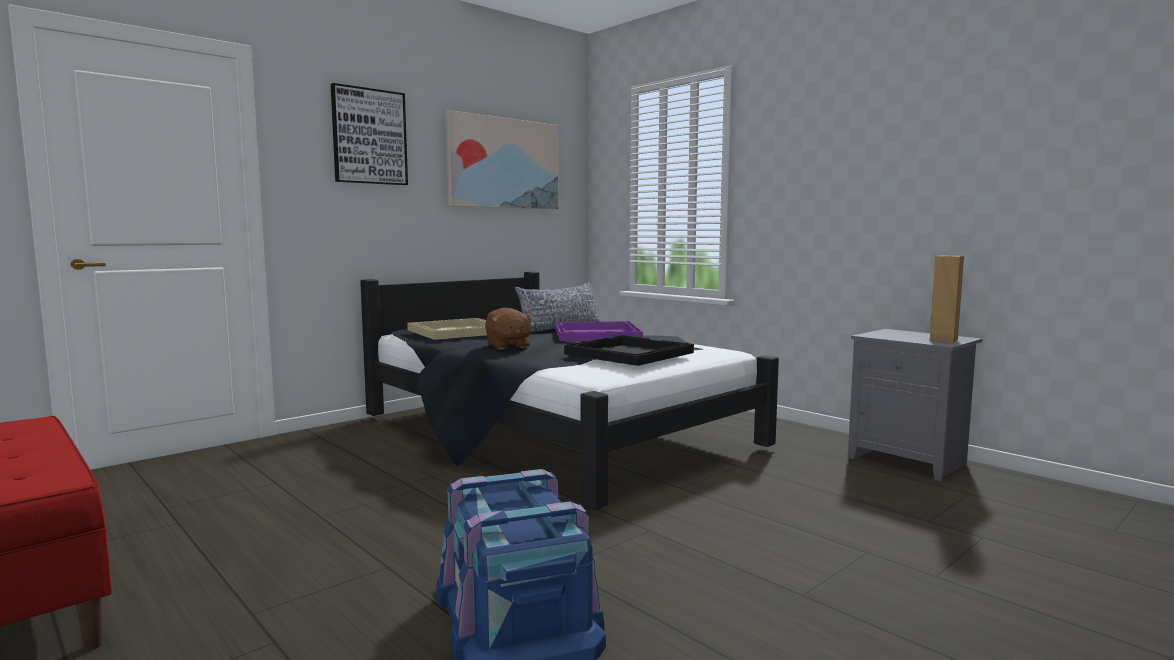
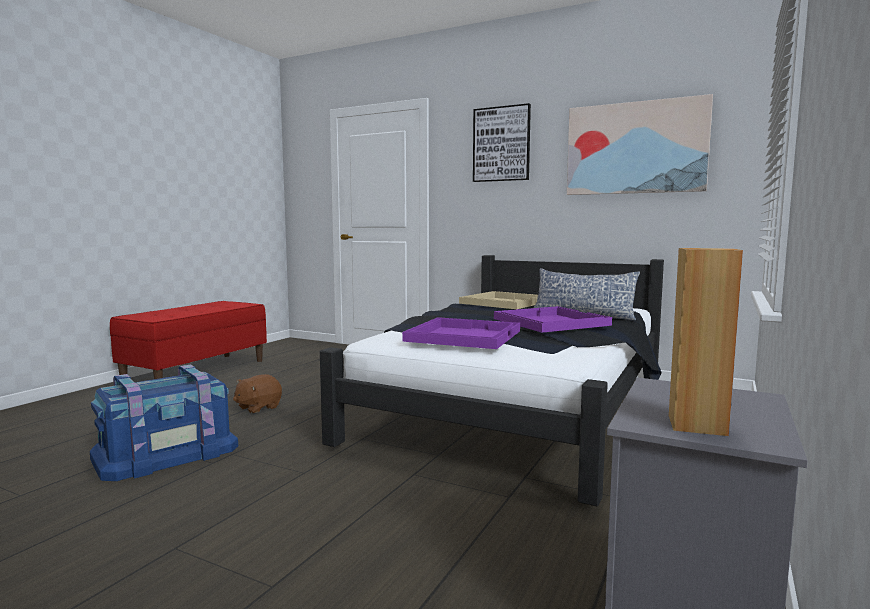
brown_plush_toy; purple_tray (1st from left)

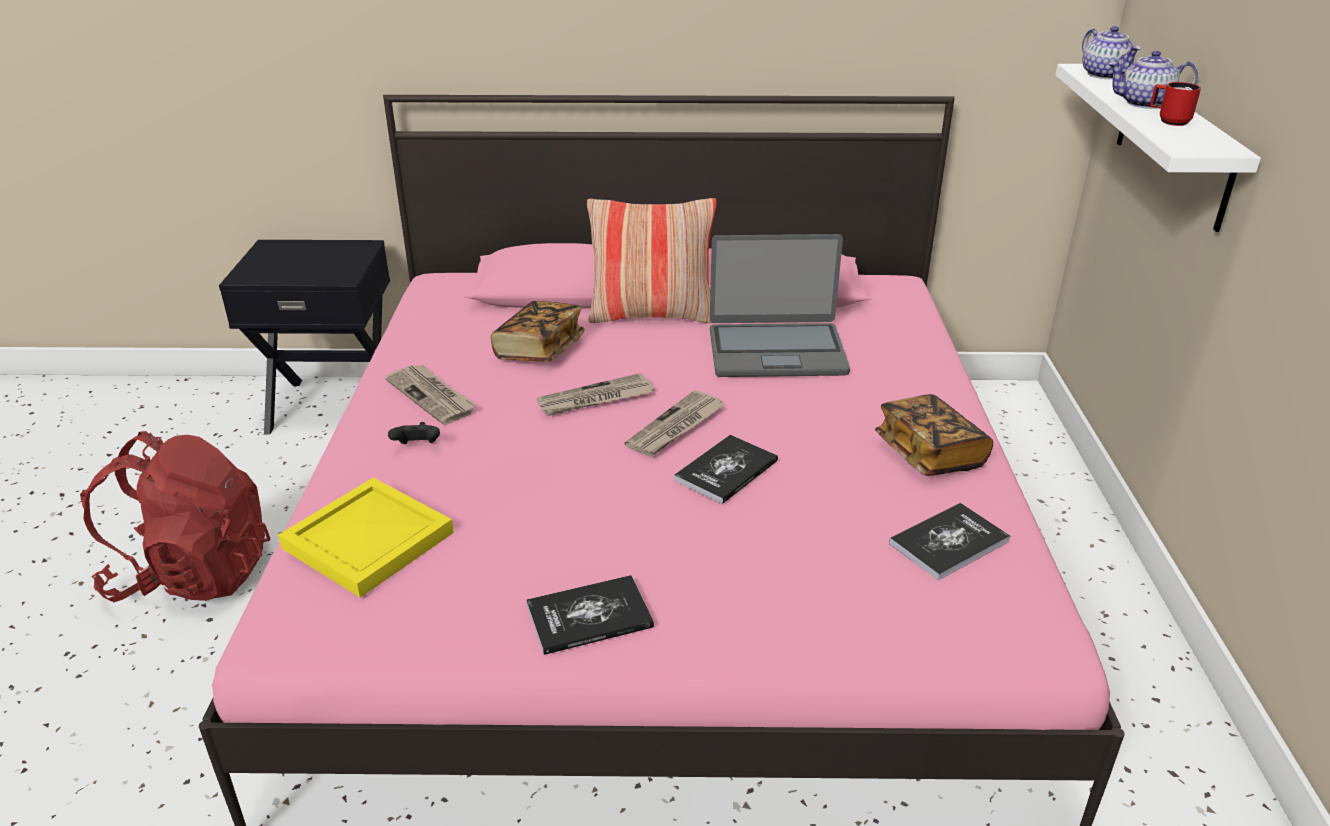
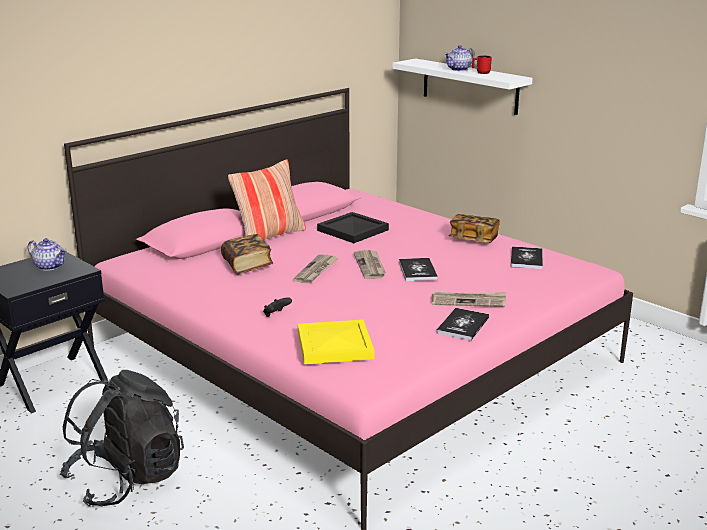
newspaper (3rd from left); teapot (1st from left); black_tray; black_backpack

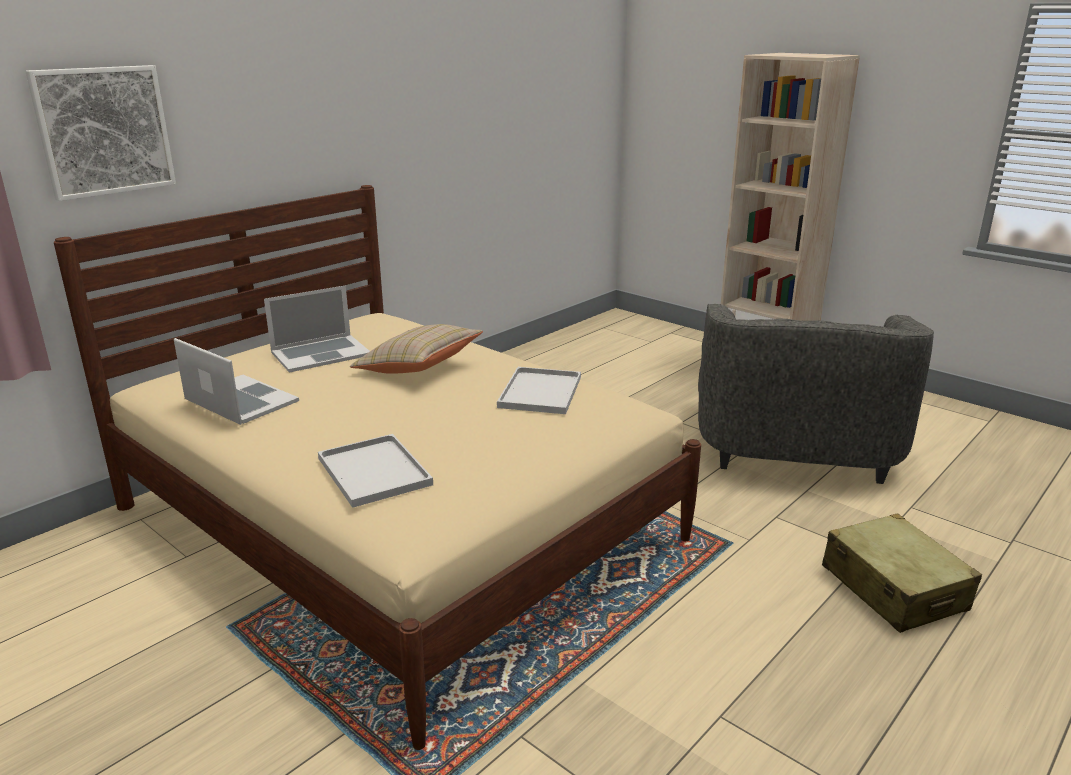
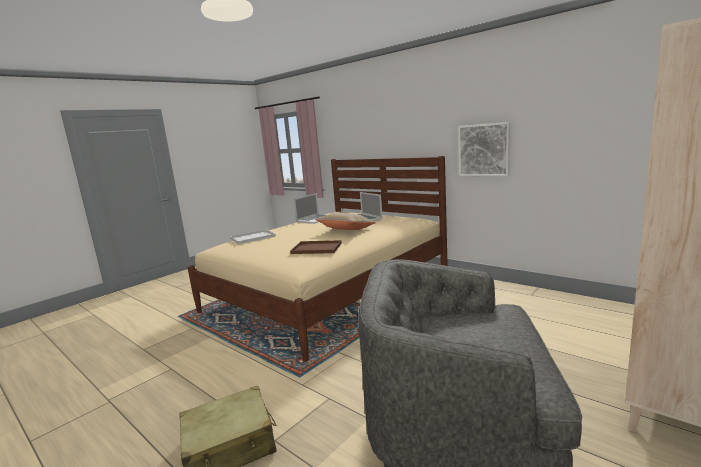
picture; brown_tray

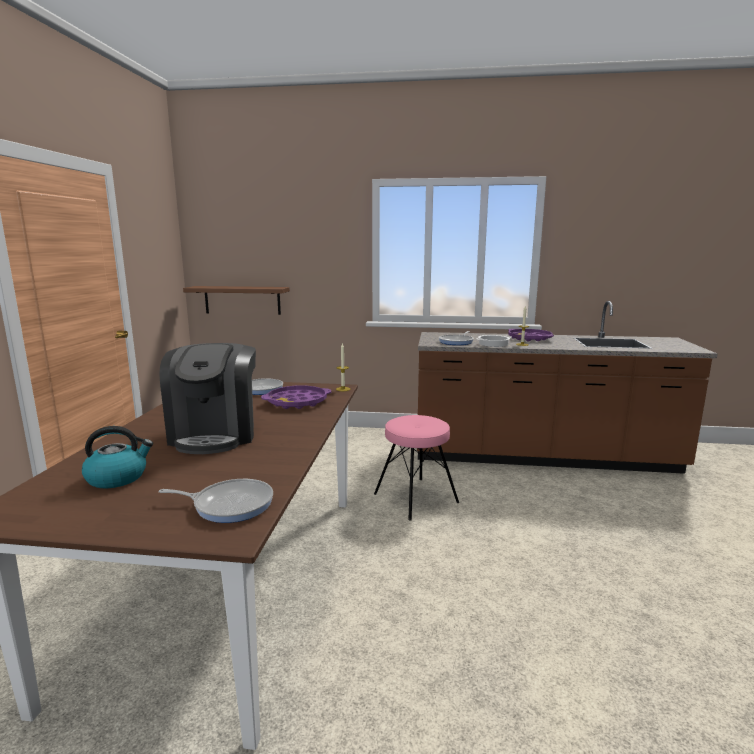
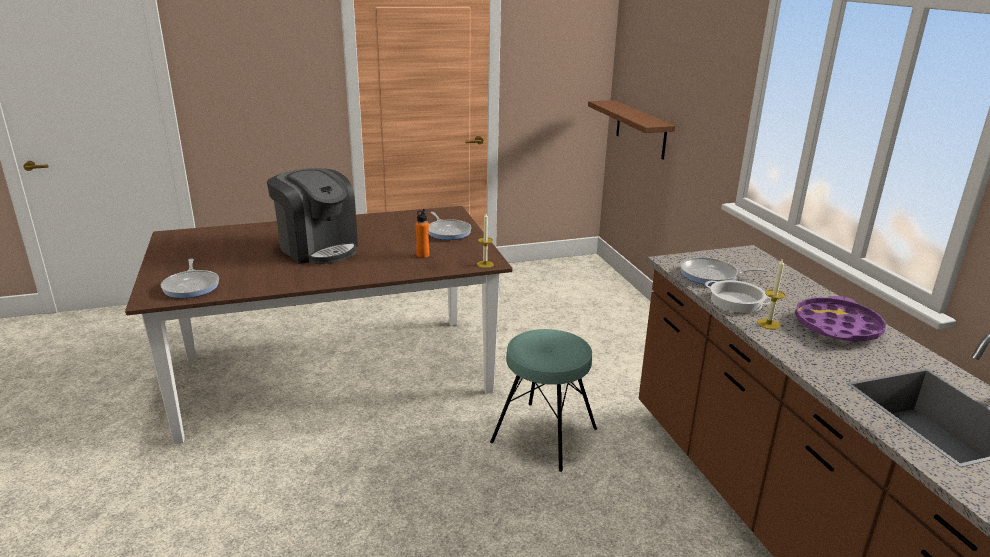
kettle; orange_bottle; turquoise_stool; coffee_machine

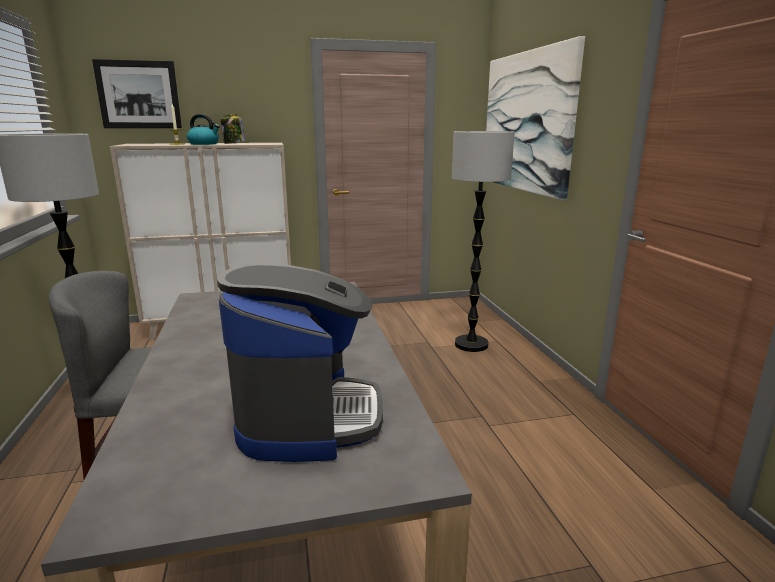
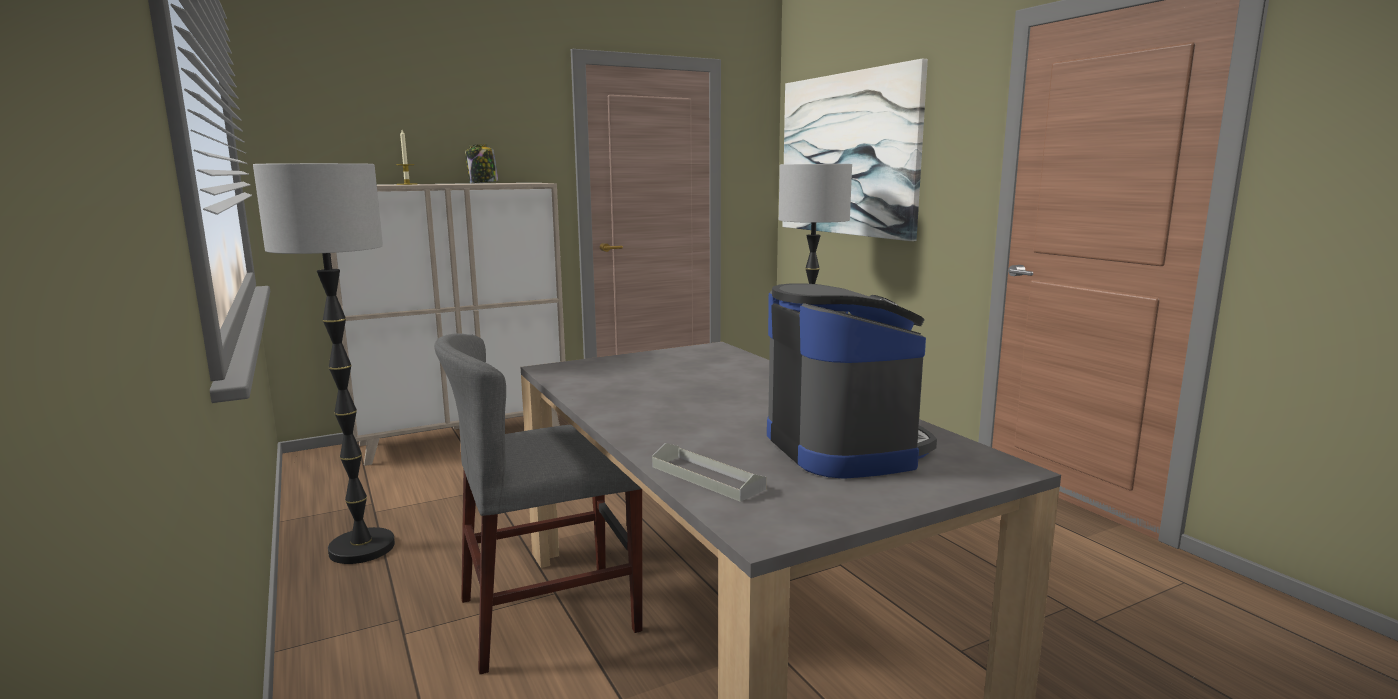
picture (1st from left in the first image); kettle; grey_tray

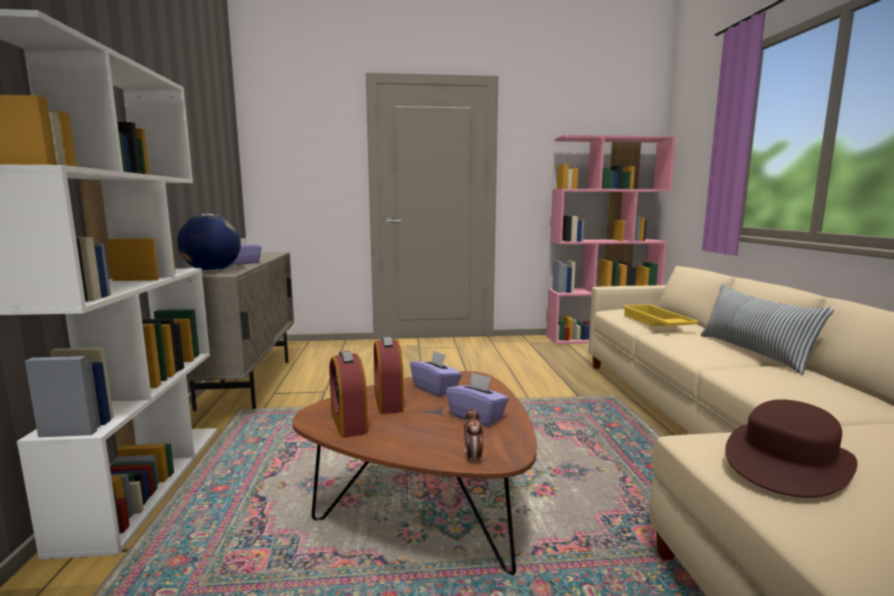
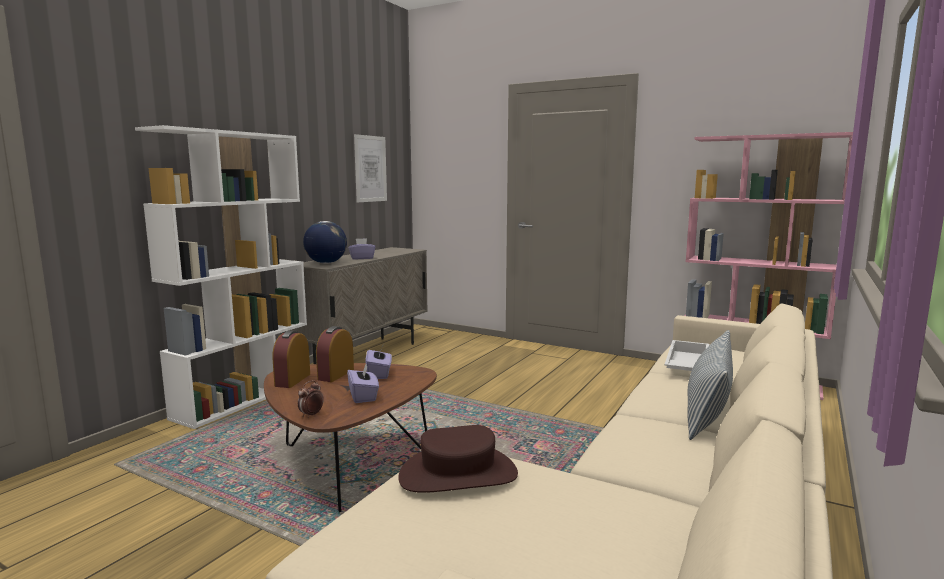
picture; white_tray

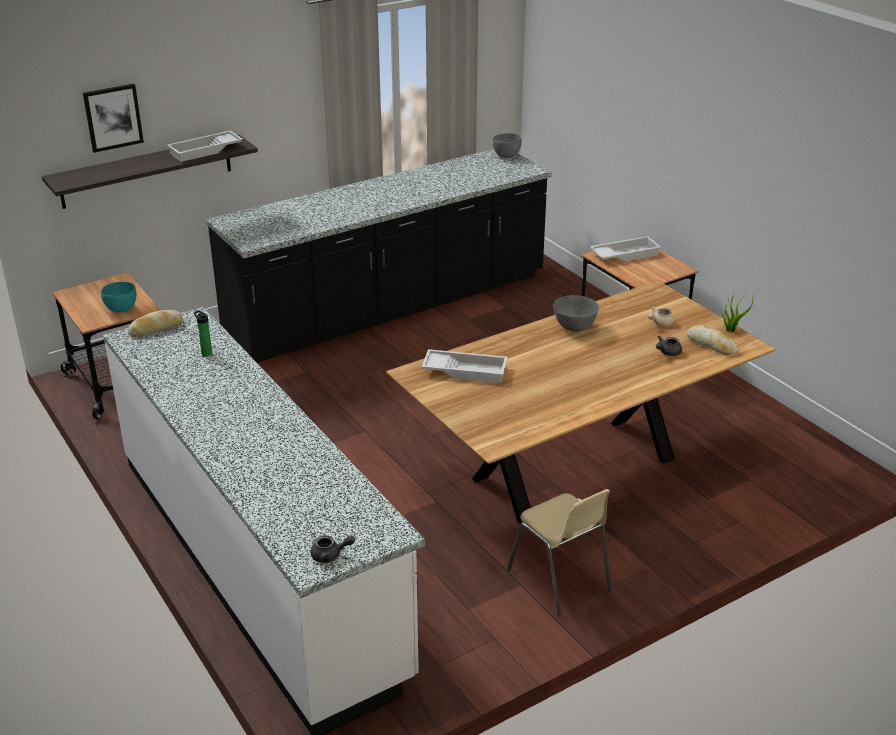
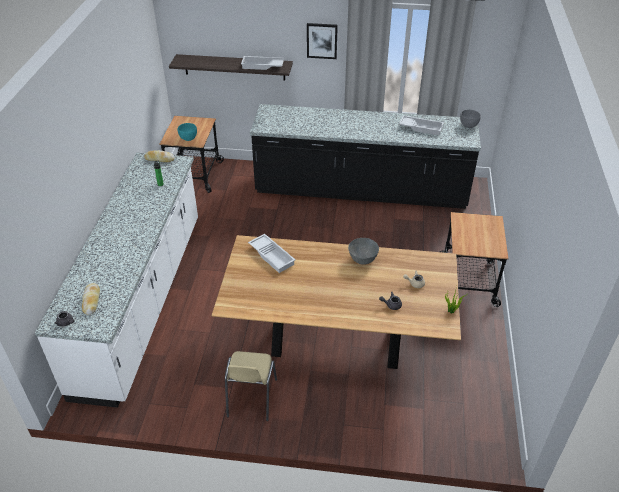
picture; white_tray (3rd from left); bread (1st from left)

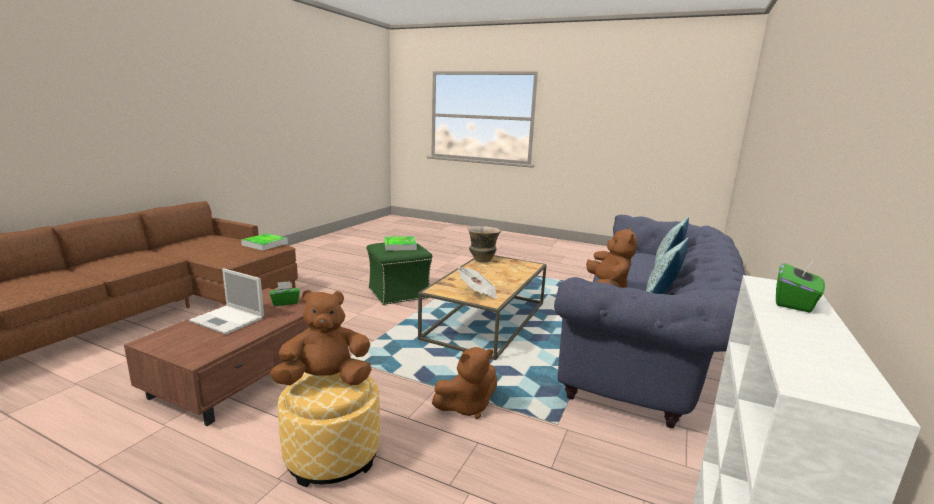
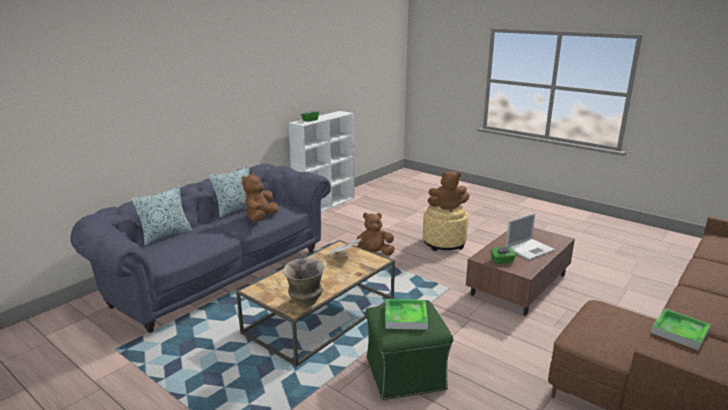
tray (2nd from left); laptop

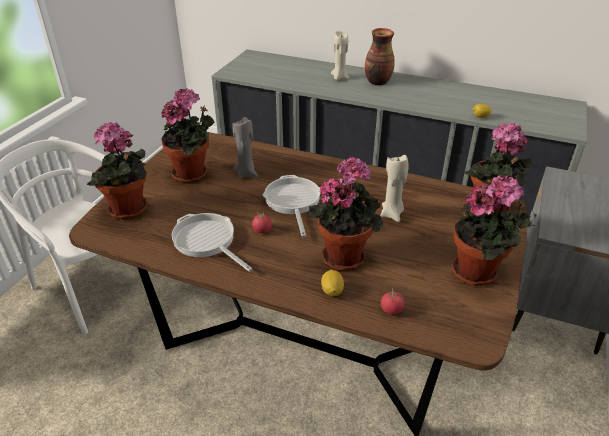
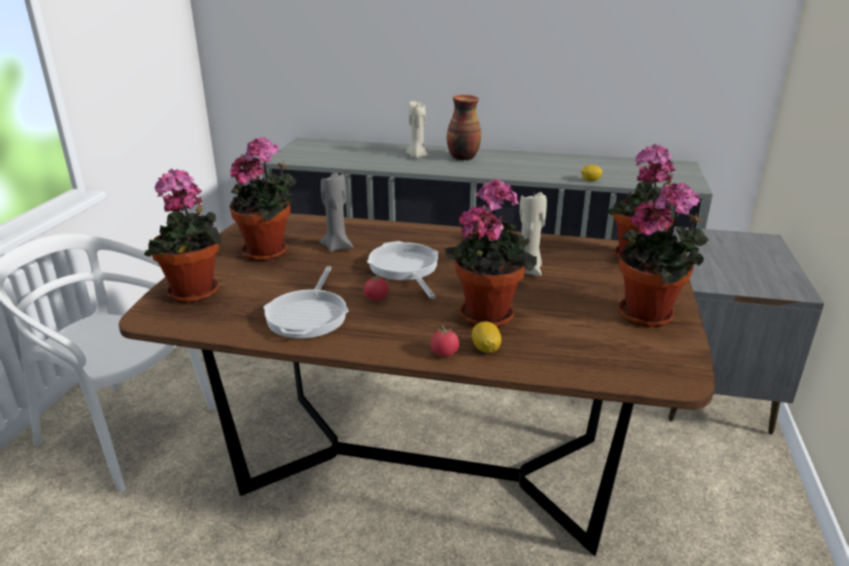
tomato (2nd from left); frying_pan (1st from left)

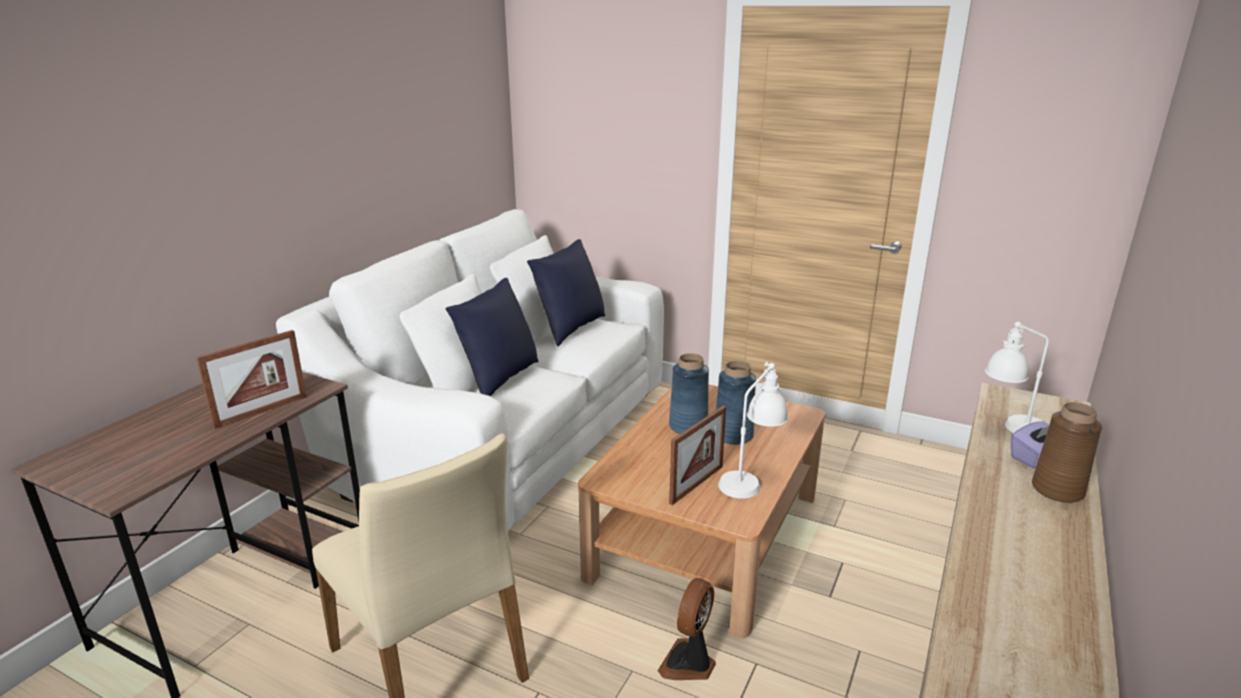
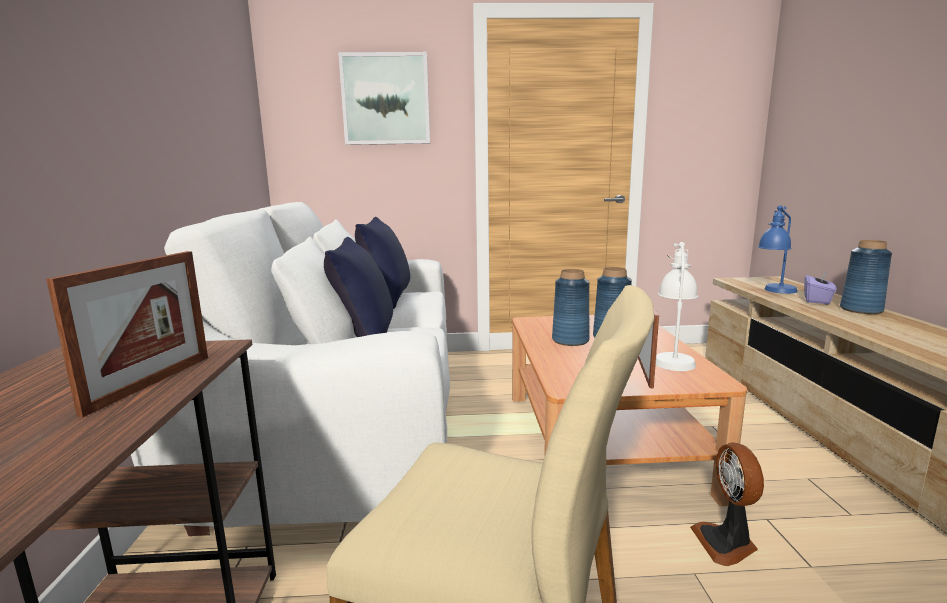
picture; blue_table_lamp; blue_vase (3rd from left)

